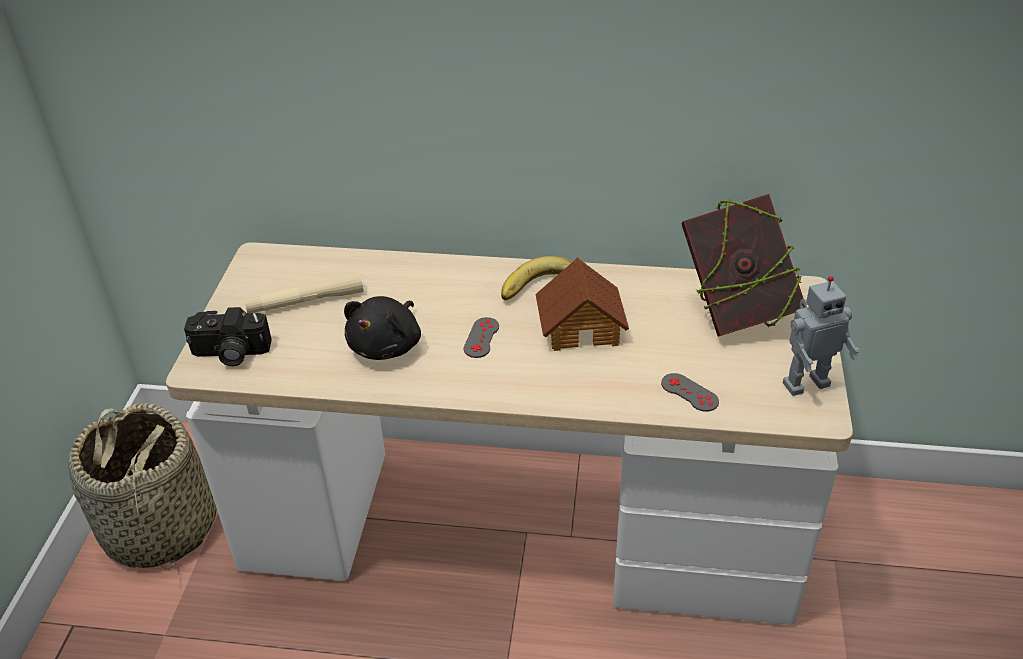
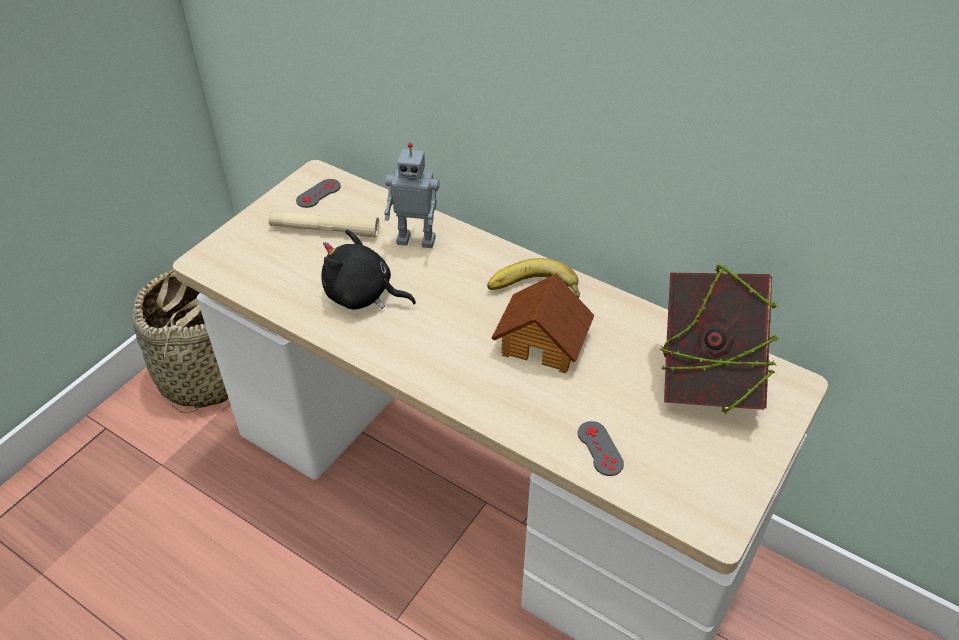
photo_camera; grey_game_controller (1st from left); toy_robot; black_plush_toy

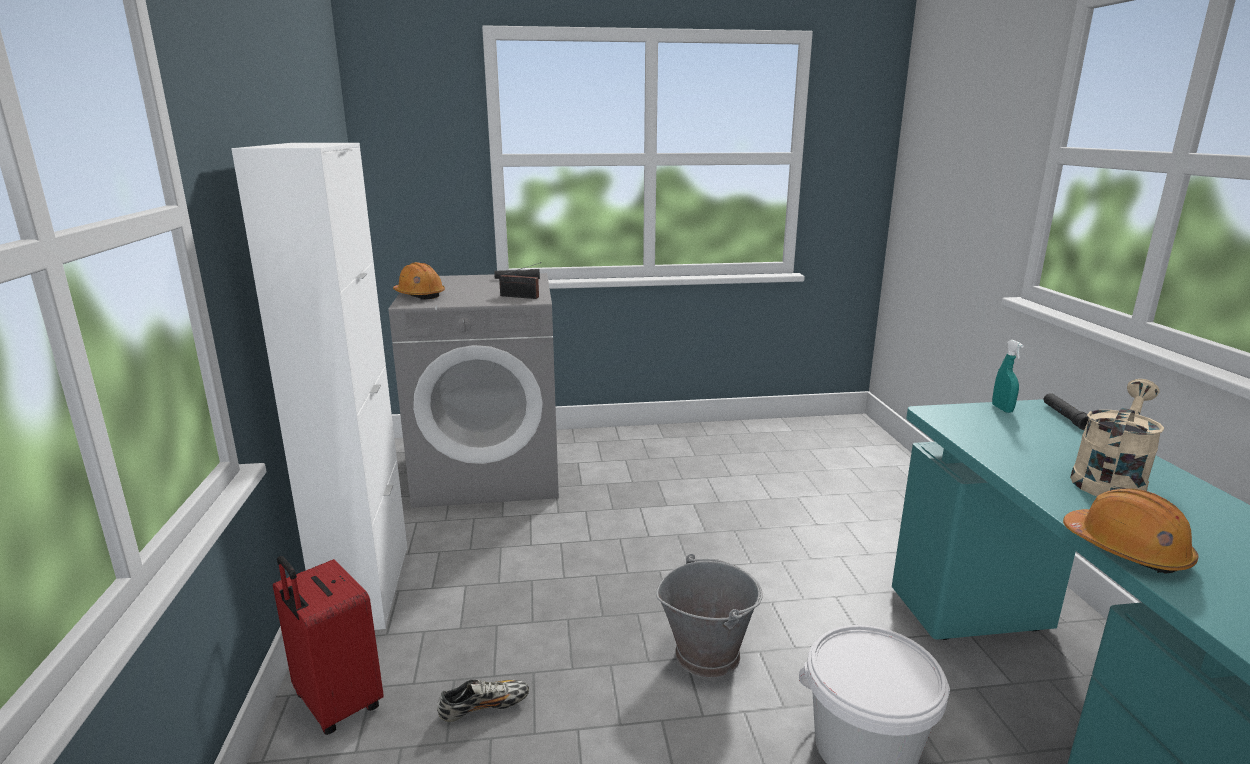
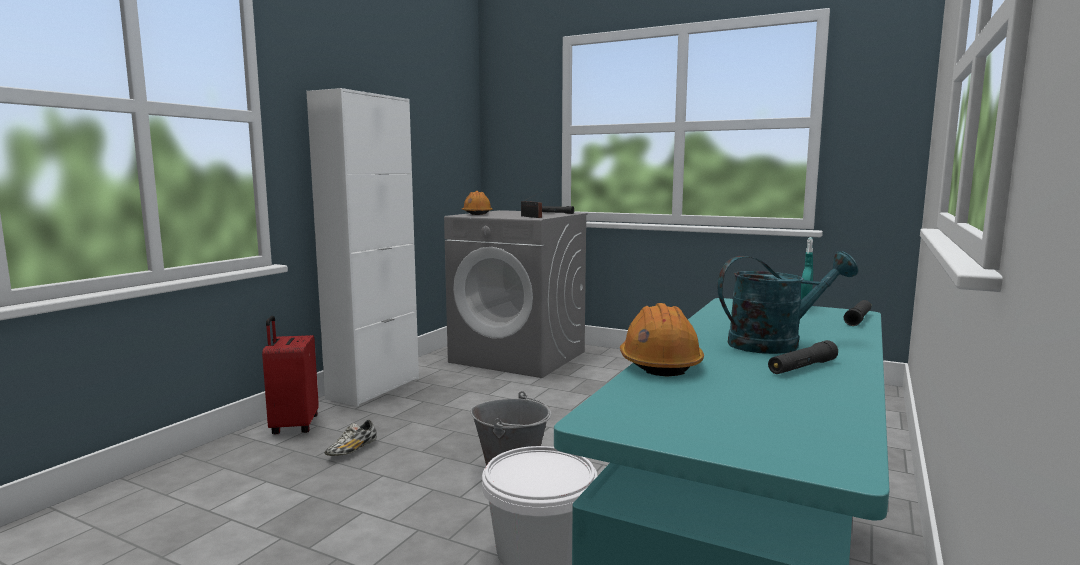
black_flashlight (2nd from left); turquoise_watering_can; shoe

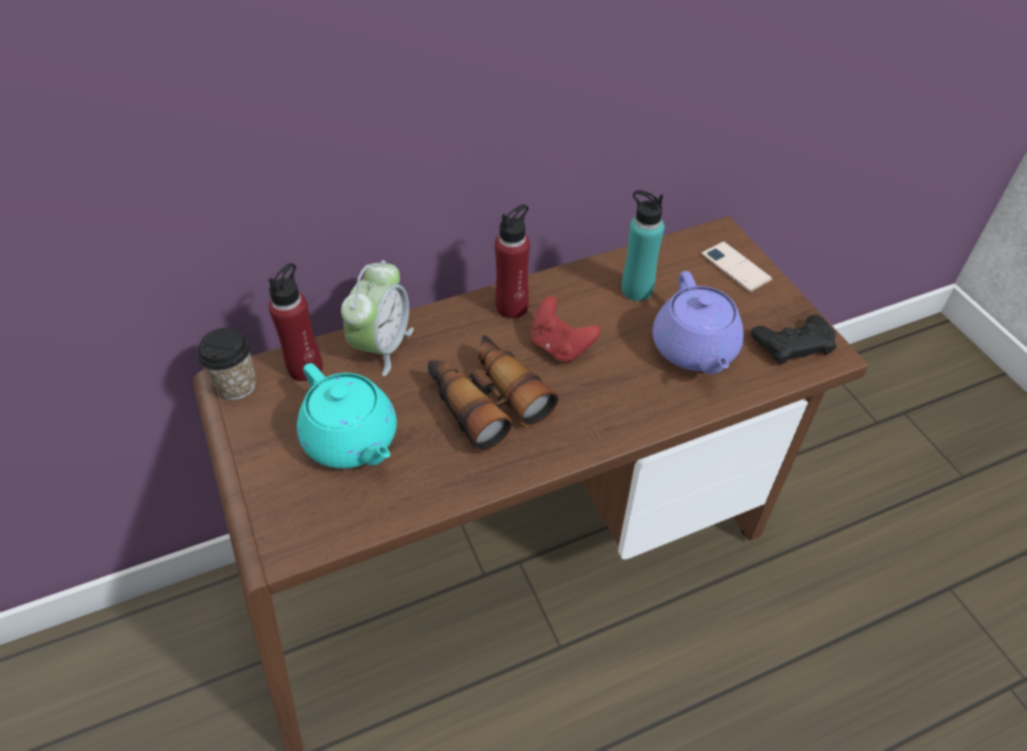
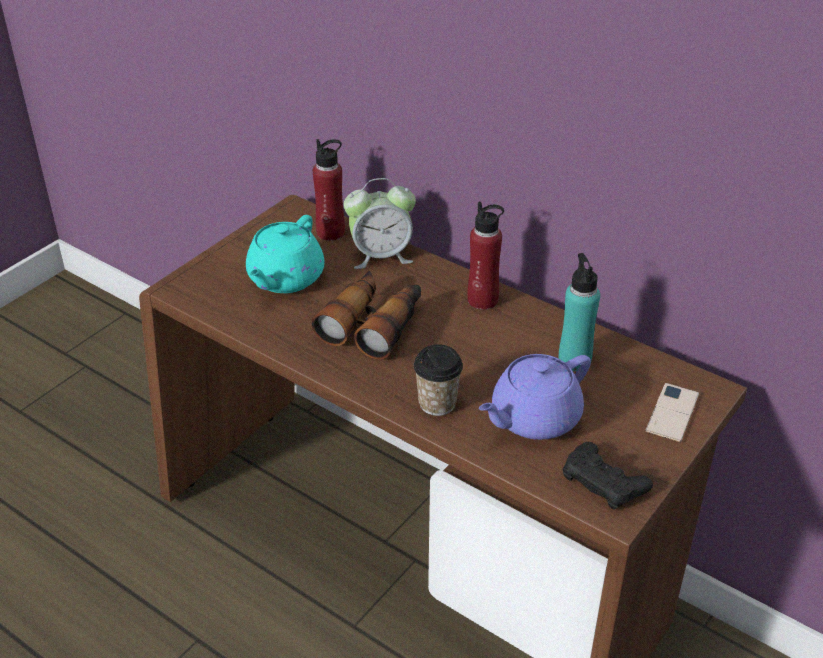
red_game_controller; cup

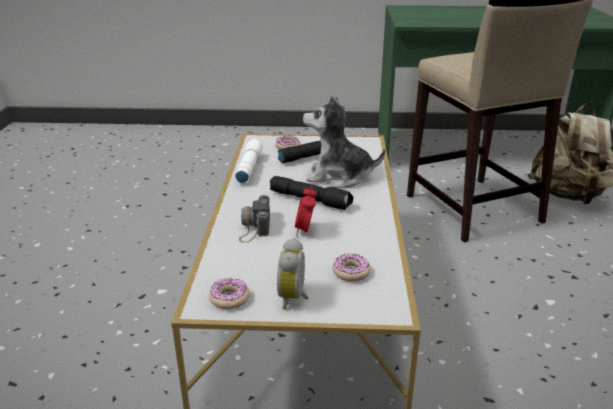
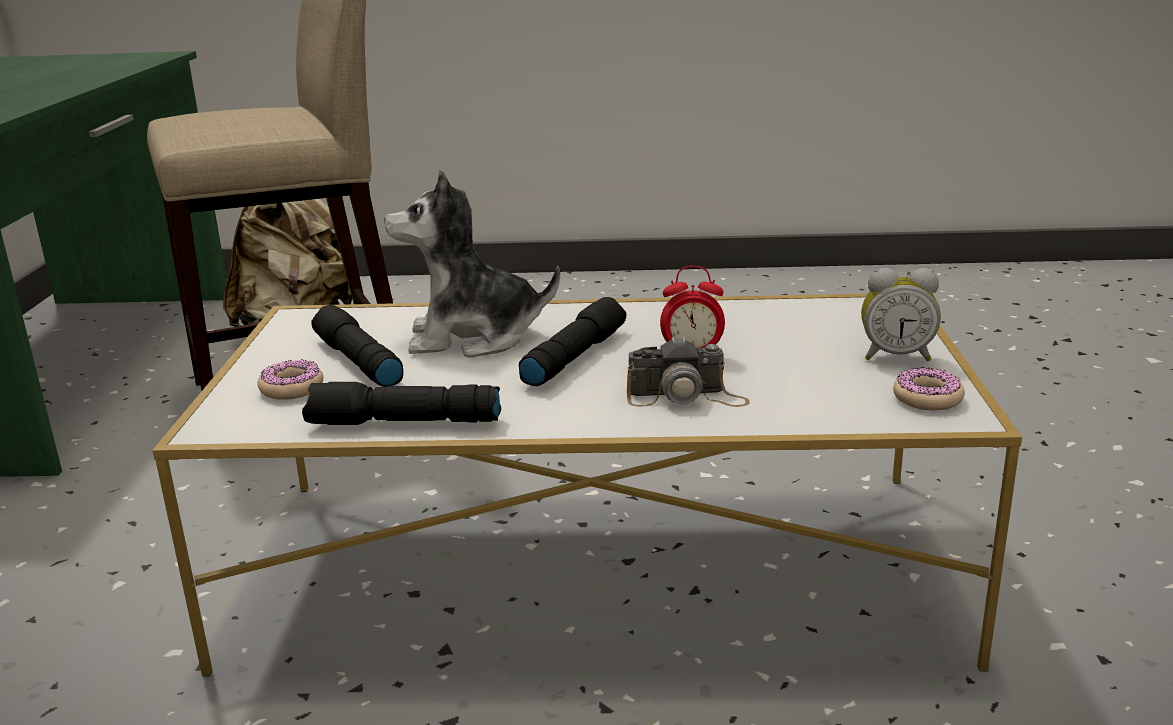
donut (3rd from left in the first image); black_flashlight (2nd from left); plush_toy

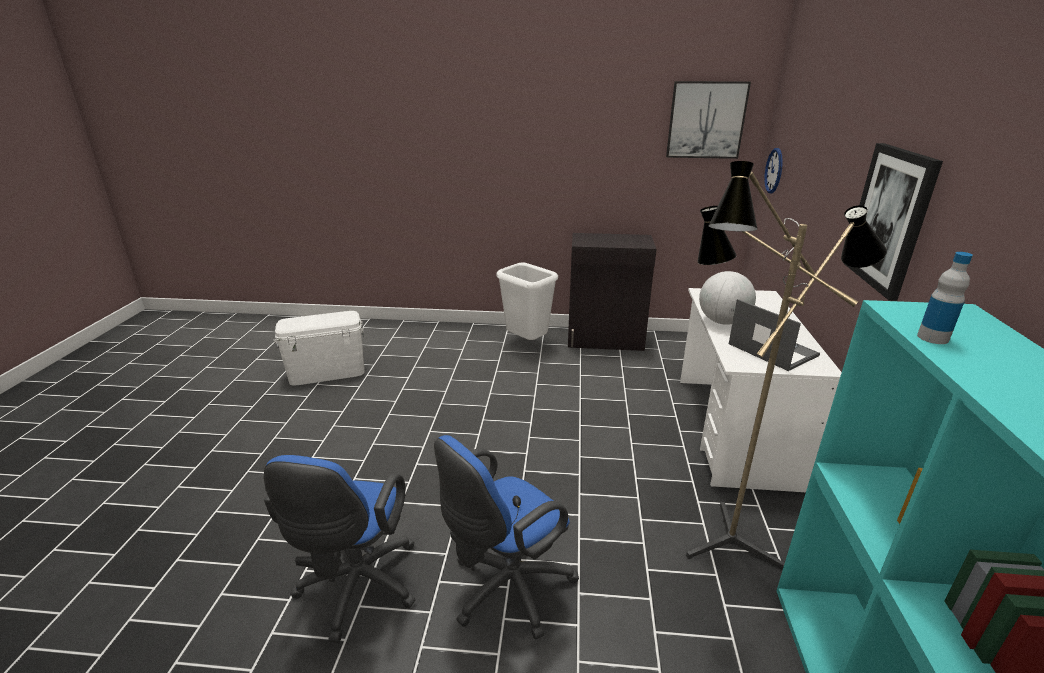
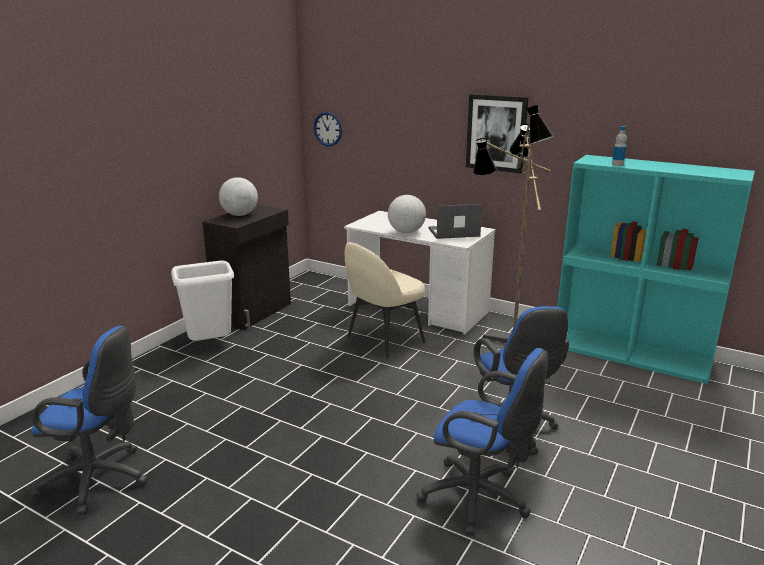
picture (1st from left in the first image); globe (1st from left); beige_chair; blue_office_chair (1st from left)

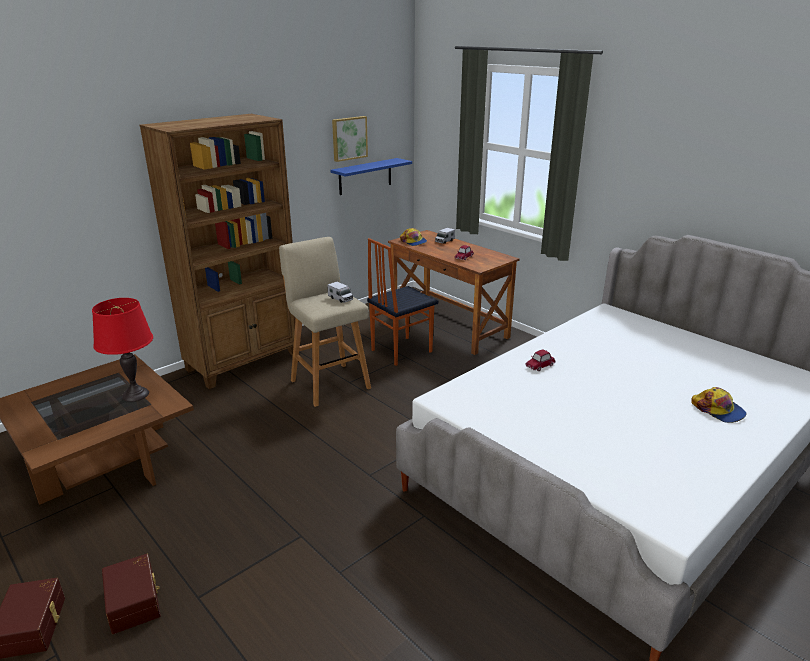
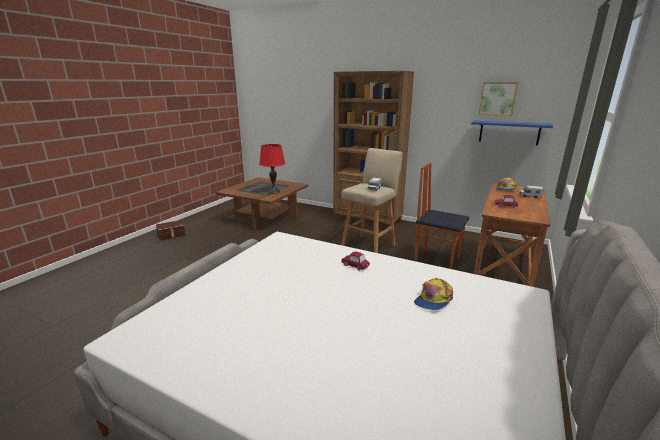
brown_storage_box (2nd from left in the first image); cap (1st from left)

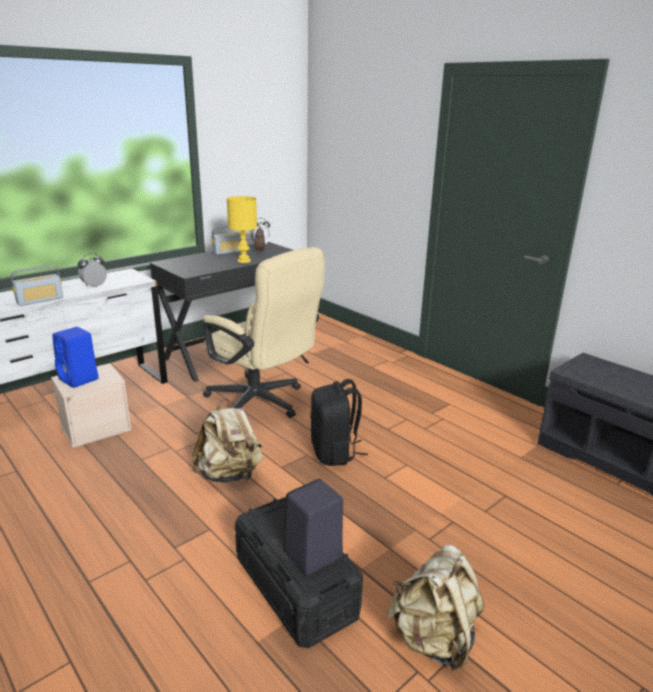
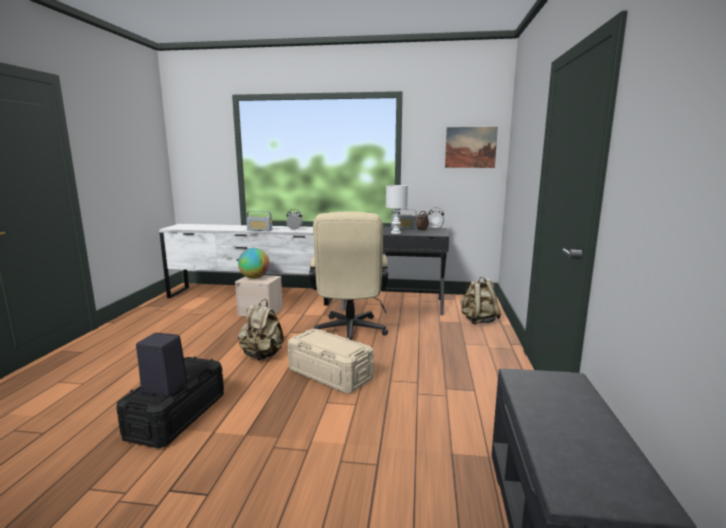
picture; beige_backpack (2nd from left); globe; beige_storage_box (2nd from left); white_table_lamp

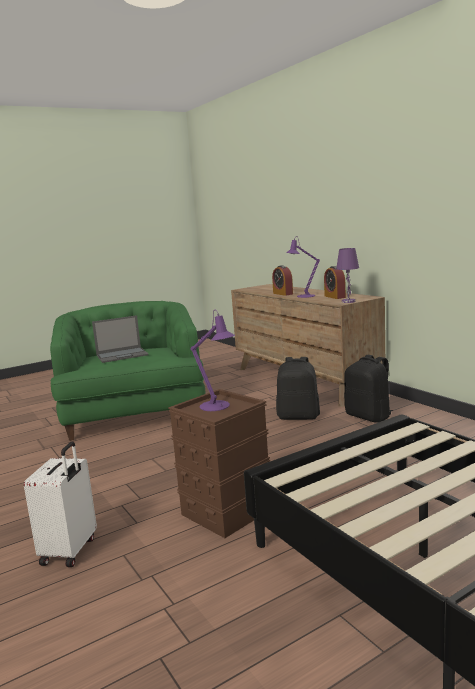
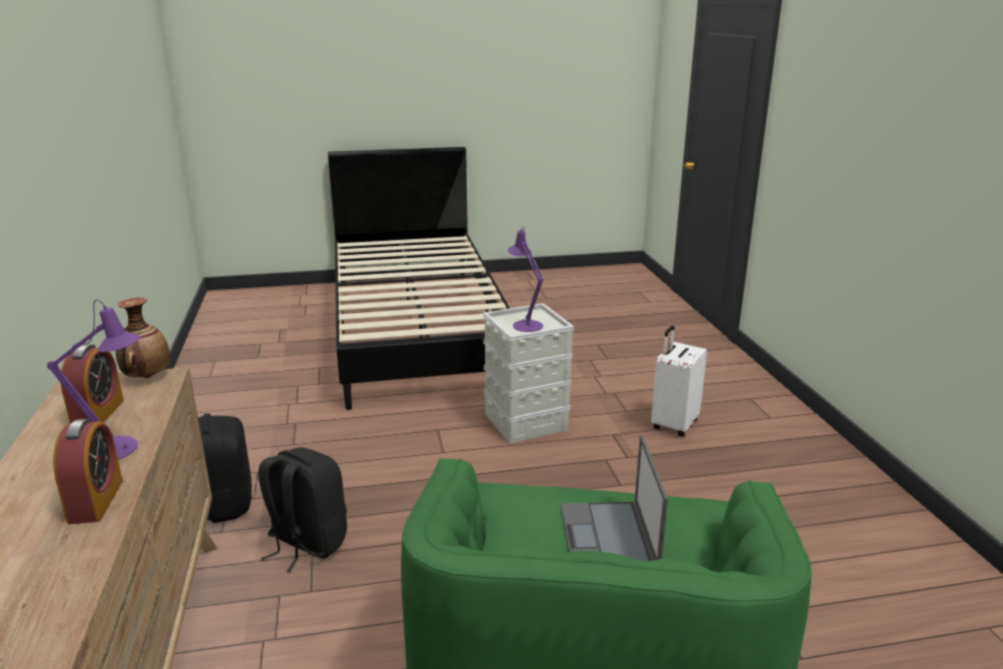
vase; grey_storage_box; laptop

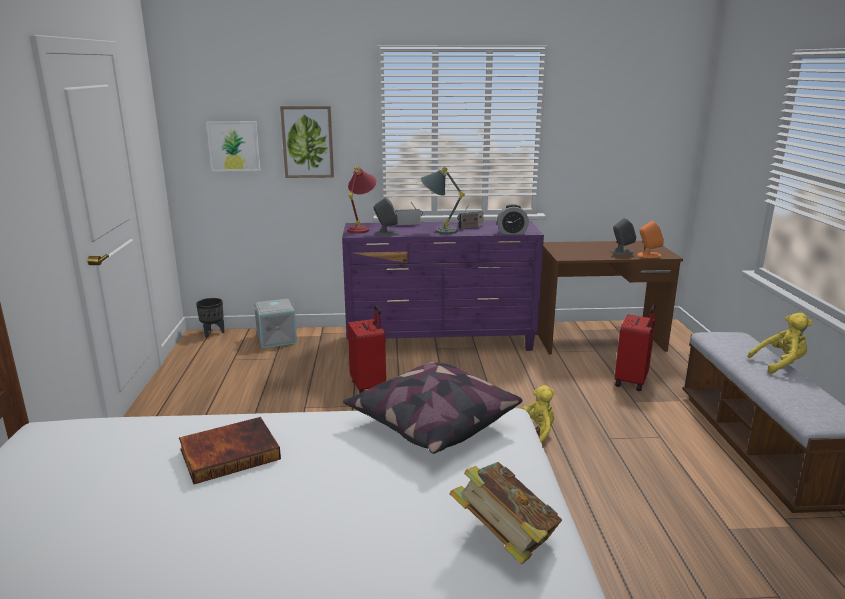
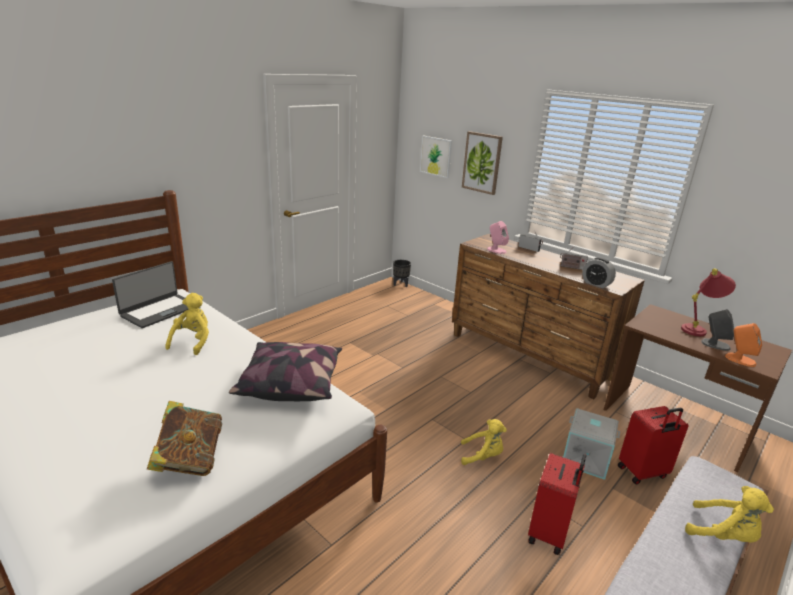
grey_table_lamp; laptop; grey_storage_box; red_table_lamp; red_suitcase (1st from left); yellow_plush_toy (1st from left); brown_dresser; pink_speaker

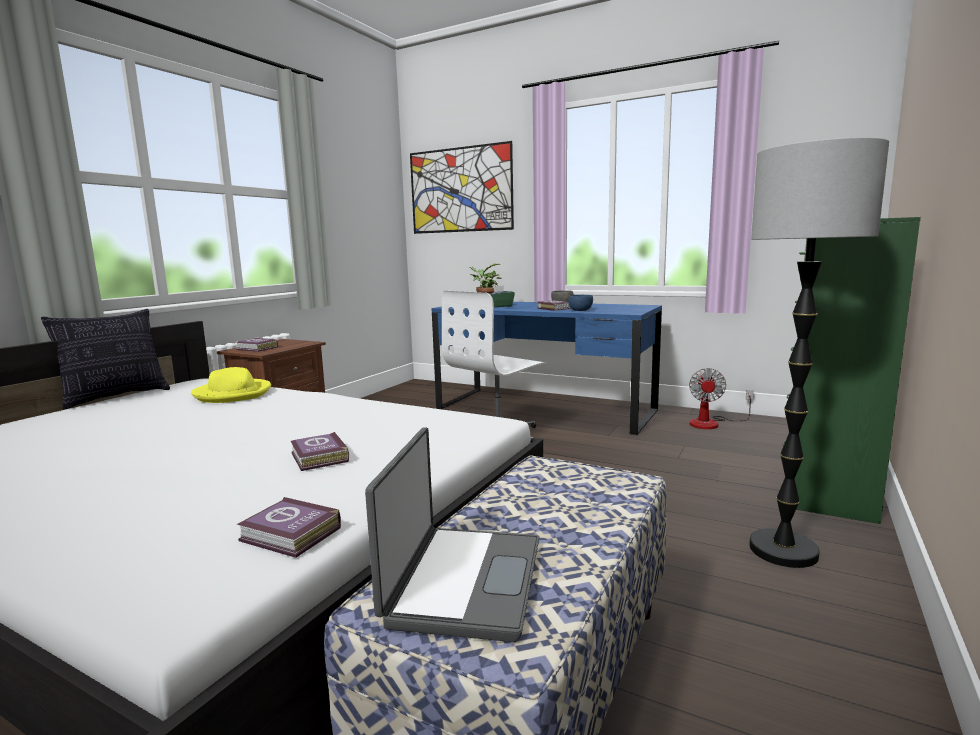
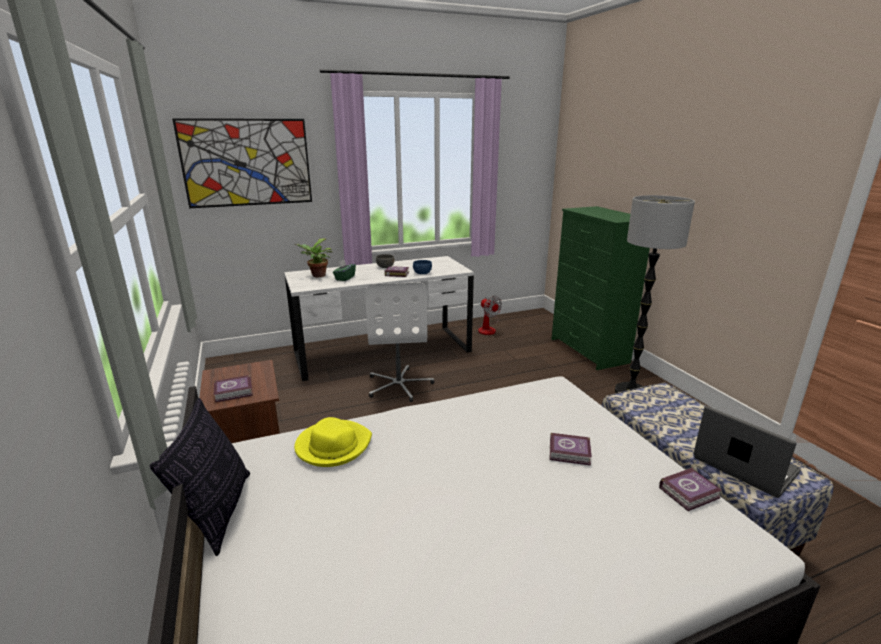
white_desk

